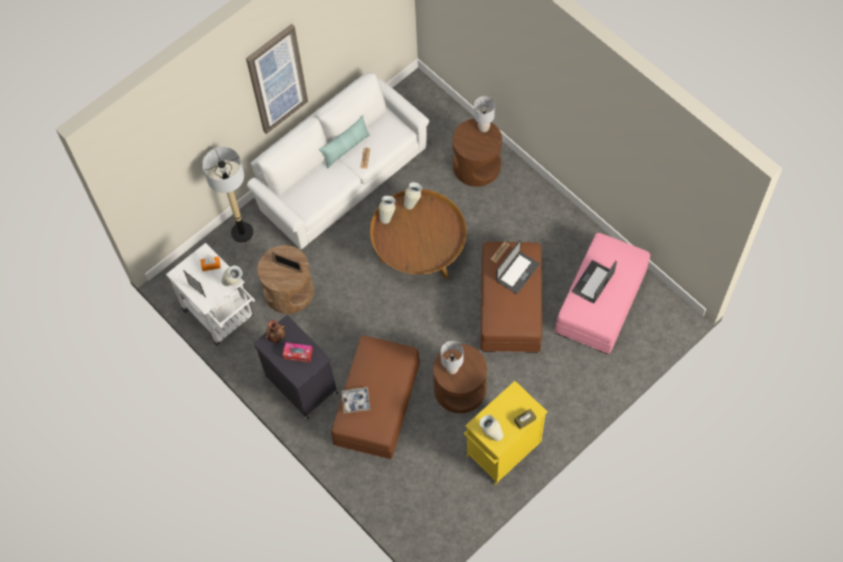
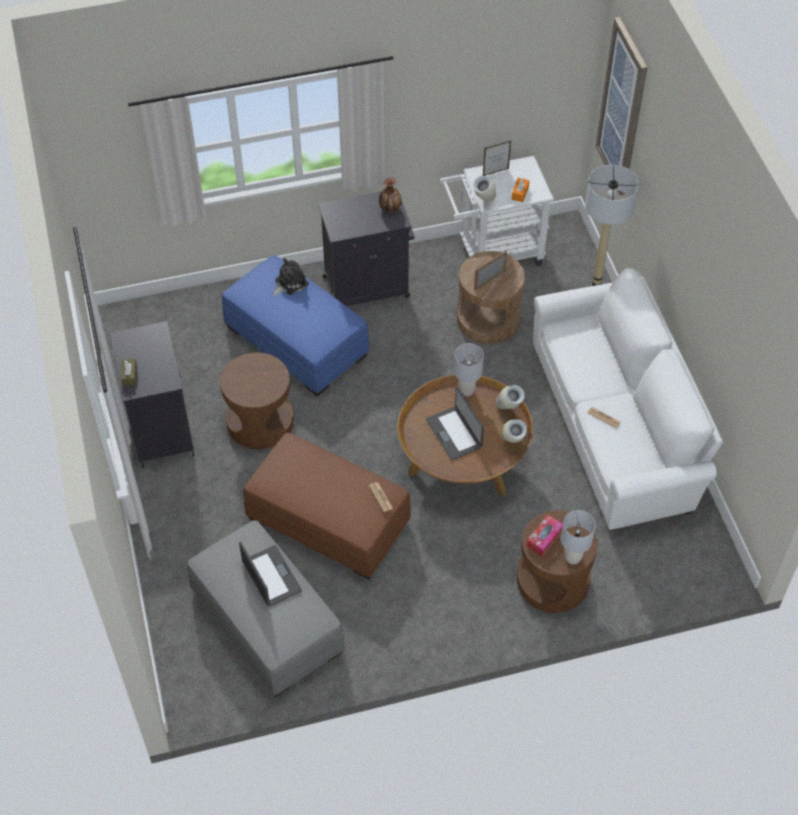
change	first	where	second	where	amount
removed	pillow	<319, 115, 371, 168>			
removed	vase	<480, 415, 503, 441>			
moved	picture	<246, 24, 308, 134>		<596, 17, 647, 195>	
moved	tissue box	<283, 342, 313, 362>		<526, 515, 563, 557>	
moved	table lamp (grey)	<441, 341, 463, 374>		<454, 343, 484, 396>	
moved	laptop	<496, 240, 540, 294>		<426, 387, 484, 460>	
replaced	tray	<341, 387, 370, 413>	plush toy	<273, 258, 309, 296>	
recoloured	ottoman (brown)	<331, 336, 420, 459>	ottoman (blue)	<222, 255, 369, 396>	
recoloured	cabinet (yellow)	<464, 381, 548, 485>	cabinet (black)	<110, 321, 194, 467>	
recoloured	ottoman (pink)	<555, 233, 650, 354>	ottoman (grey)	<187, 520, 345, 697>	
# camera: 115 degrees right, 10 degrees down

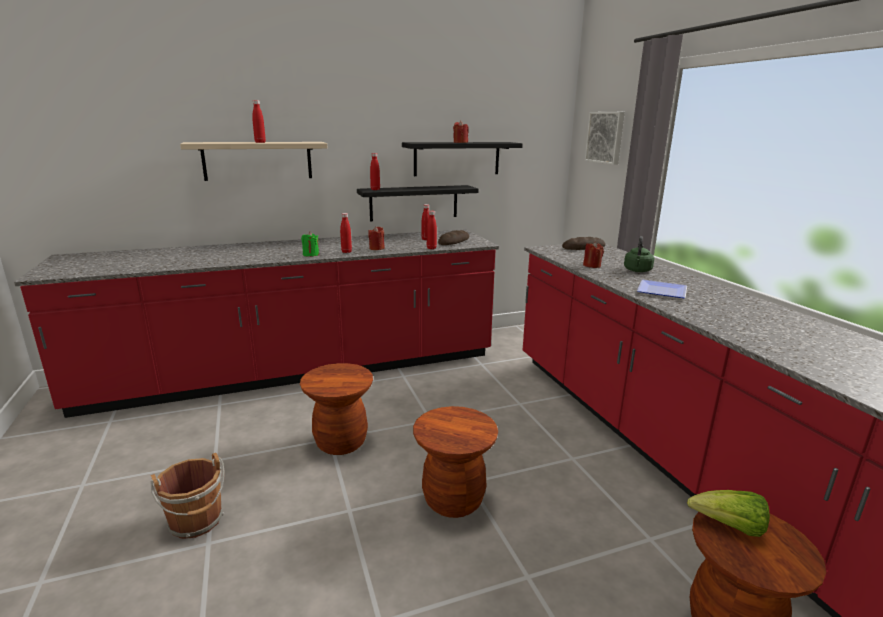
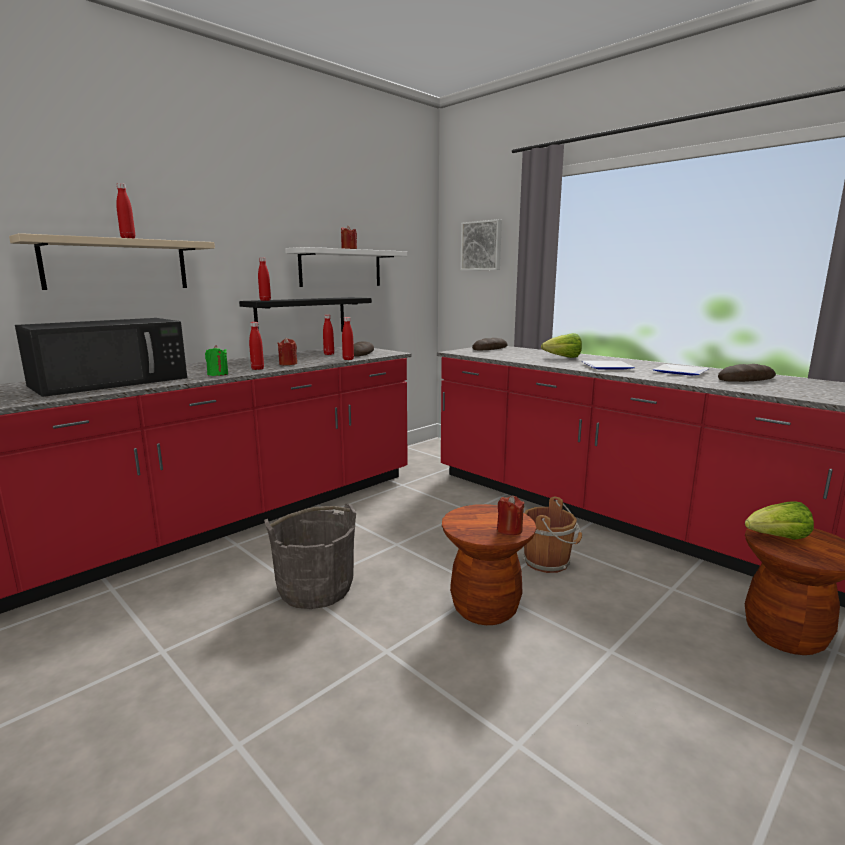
change	first	where	second	where	amount
added			microwave (black)	<15, 318, 187, 397>	
added			plate	<652, 364, 709, 375>	
added			bread	<718, 364, 776, 382>	
moved	bucket (brown)	<150, 453, 224, 539>		<523, 497, 582, 573>	
moved	candle (red)	<583, 241, 604, 268>		<497, 495, 525, 535>	
replaced	stool (brown)	<300, 363, 373, 455>	bucket (grey)	<264, 504, 356, 609>	
replaced	kettle (green)	<624, 236, 654, 272>	lettuce	<541, 333, 582, 358>	
recoloured	shelf (black)	<402, 142, 523, 176>	shelf (white)	<285, 247, 407, 287>	
# camera: 25 degrees left, 5 degrees down

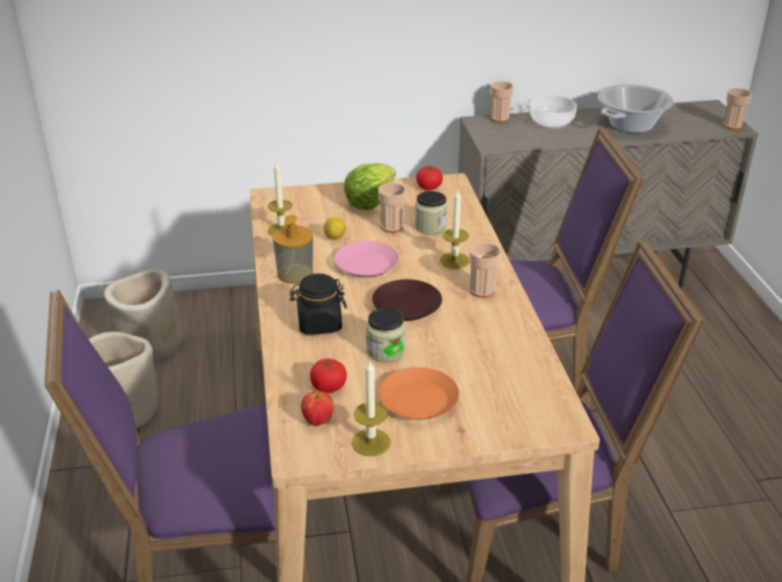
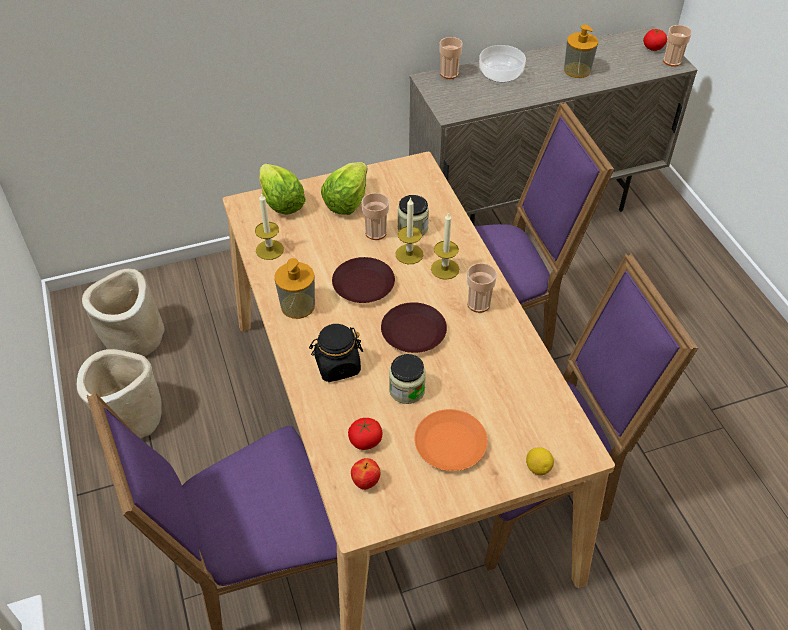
change	first	where	second	where	amount
added			lettuce	<259, 164, 306, 215>	
moved	lemon	<324, 217, 346, 240>		<526, 447, 554, 475>	
moved	candle	<352, 361, 391, 456>		<396, 197, 424, 264>	
moved	tomato	<416, 166, 443, 190>		<643, 29, 667, 51>	
replaced	cooking pot	<598, 84, 674, 133>	soap dispenser	<564, 25, 598, 78>	
recoloured	plate (pink)	<334, 241, 399, 278>	plate (brown)	<332, 257, 395, 303>	
# camera: 10 degrees left, 15 degrees up

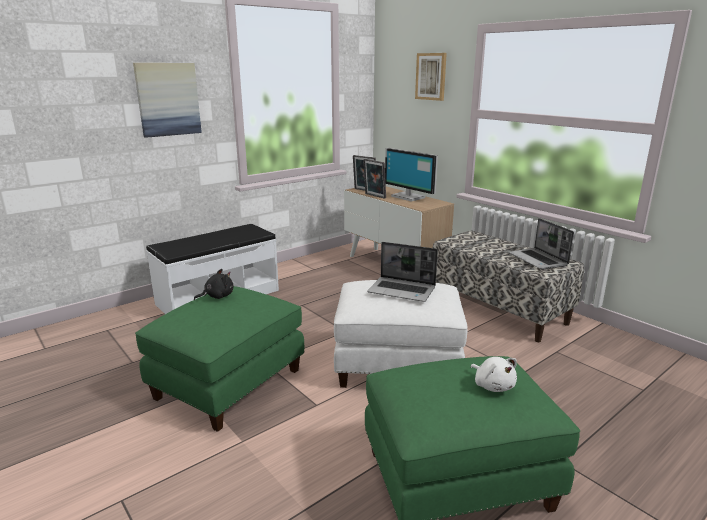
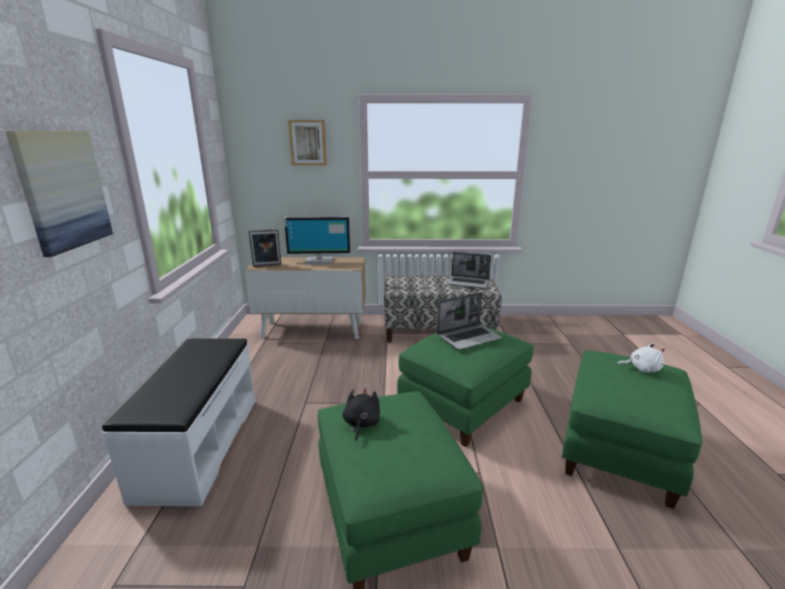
change	first	where	second	where	amount
removed	picture frame	<363, 159, 386, 199>			
recoloured	ottoman (white)	<334, 280, 468, 388>	ottoman (green)	<397, 327, 533, 447>	
# camera: 50 degrees left, 0 degrees up

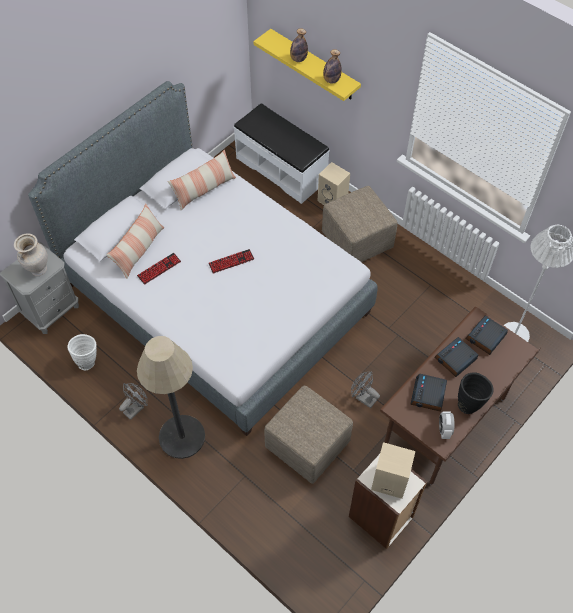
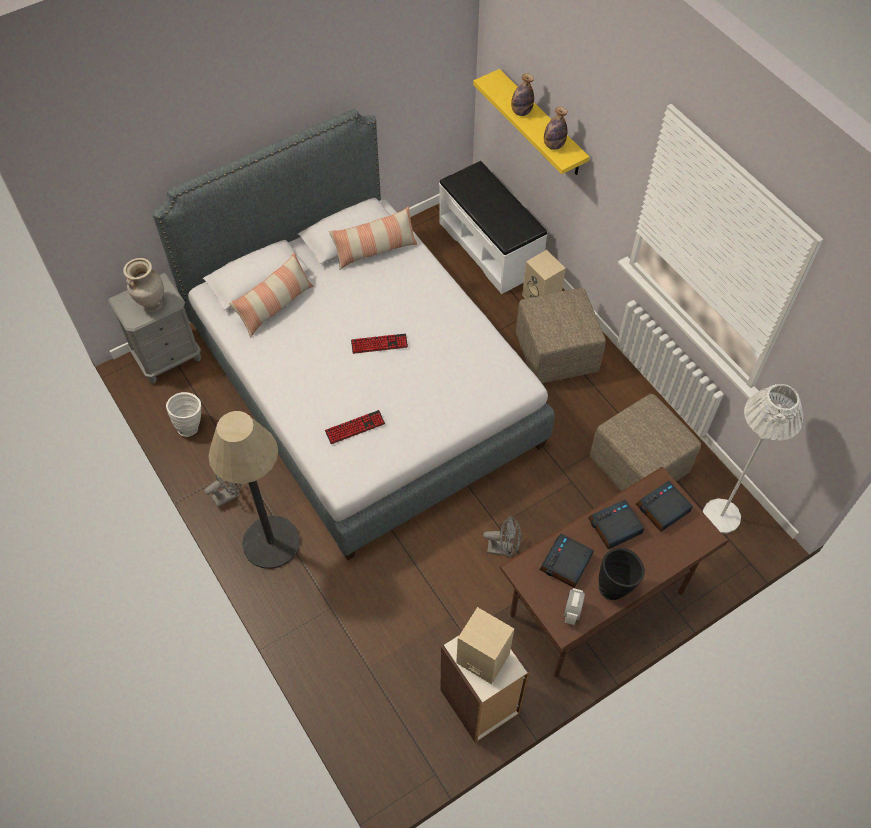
change	first	where	second	where	amount
moved	keyboard	<137, 253, 181, 285>		<325, 410, 385, 444>	
moved	ottoman (beige)	<264, 386, 353, 484>		<590, 394, 701, 492>	
turned	fan (grey)	<351, 372, 380, 408>		<483, 515, 521, 557>	135 degrees clockwise
# camera: 15 degrees right, 0 degrees up

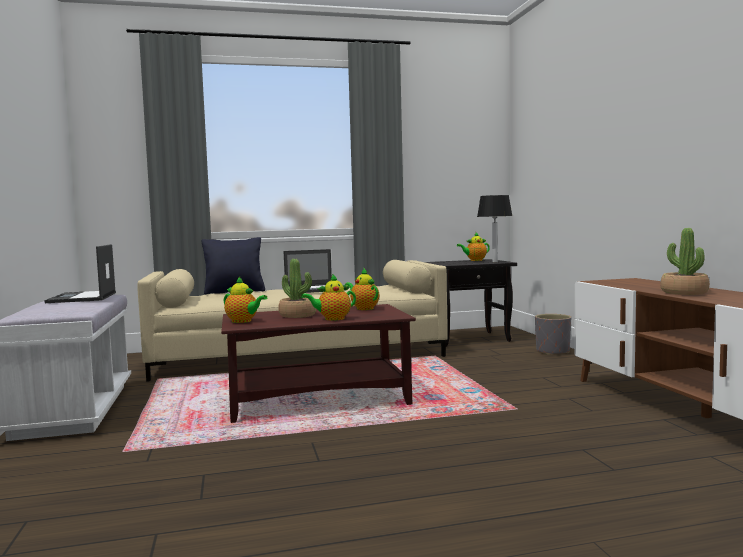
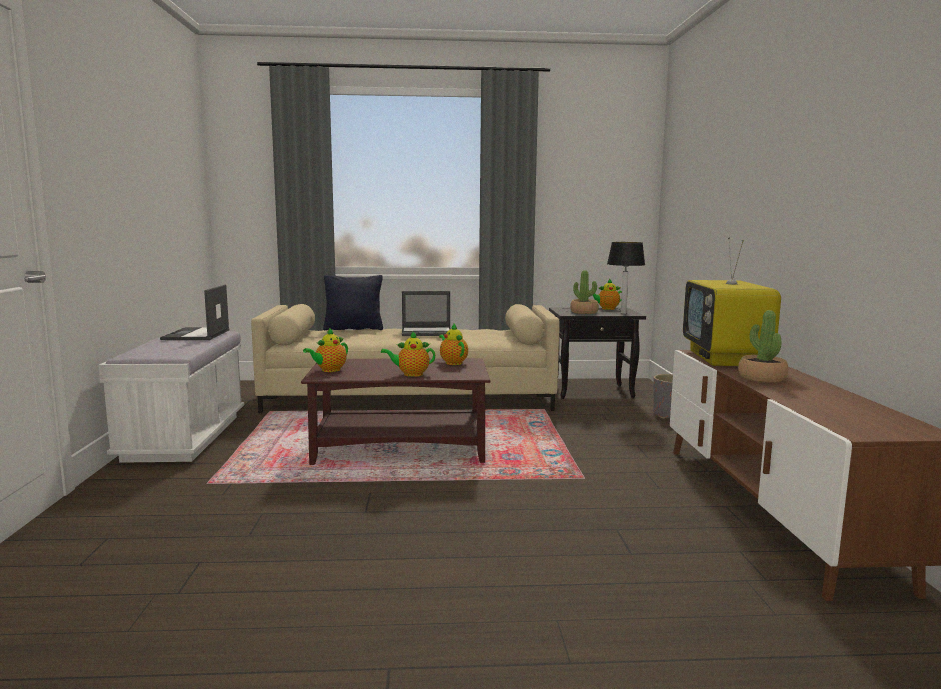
change	first	where	second	where	amount
added			television	<683, 237, 781, 366>	
moved	potted plant	<278, 259, 317, 318>		<570, 270, 599, 314>	
turned	teapot	<224, 277, 267, 323>		<303, 328, 348, 372>	90 degrees clockwise
# camera: 10 degrees right, 5 degrees up

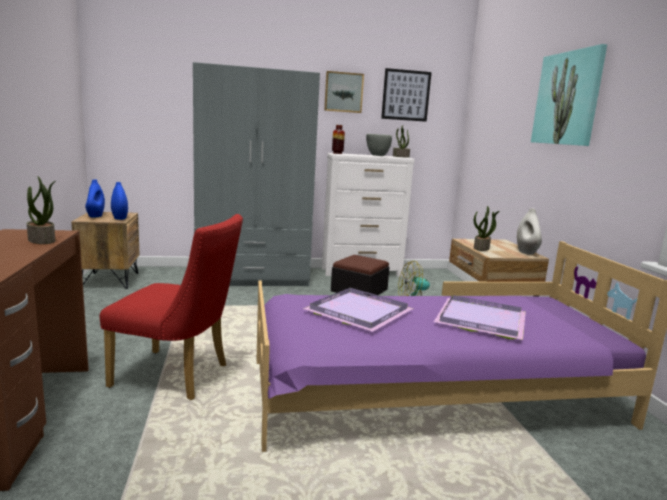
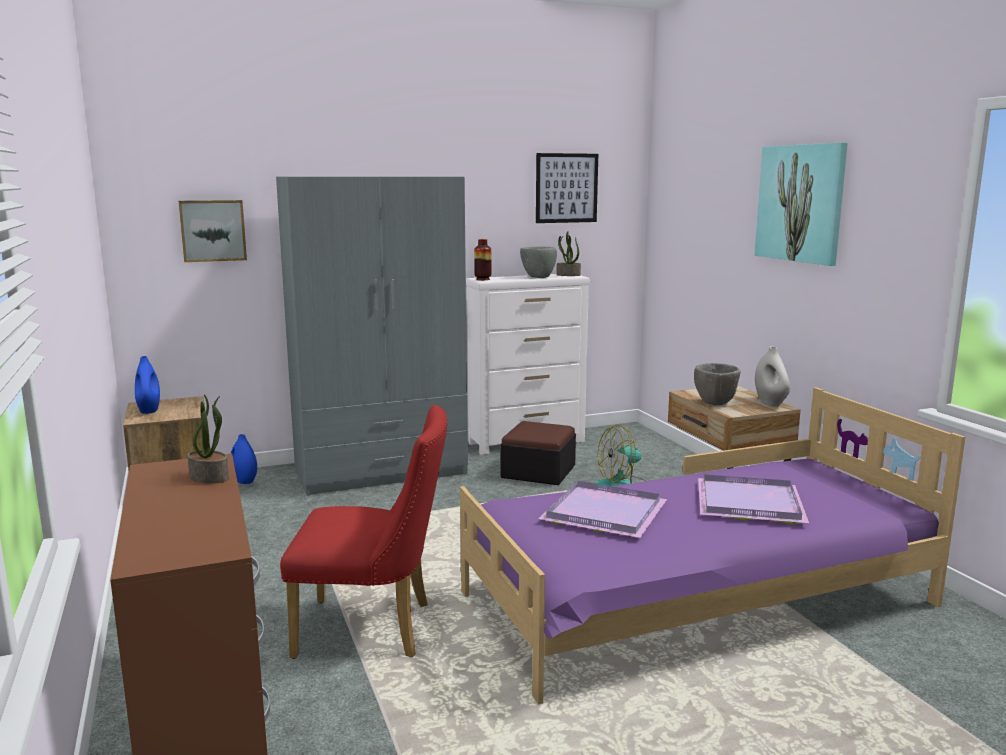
change	first	where	second	where	amount
moved	vase (blue)	<111, 182, 128, 220>		<231, 434, 257, 484>	
moved	picture	<324, 71, 364, 113>		<179, 200, 247, 262>	
replaced	potted plant	<474, 206, 500, 251>	bowl (grey)	<694, 363, 741, 406>	
# camera: 10 degrees left, 0 degrees up

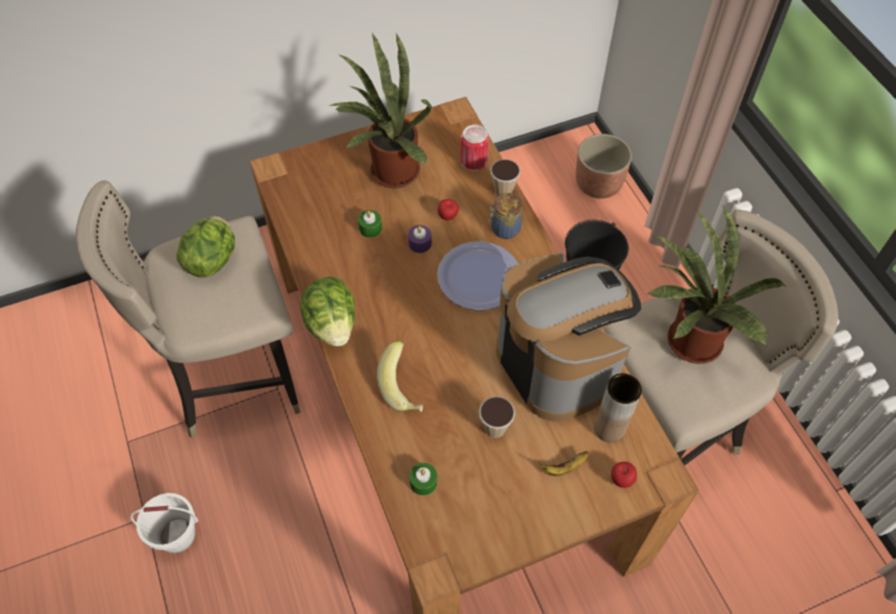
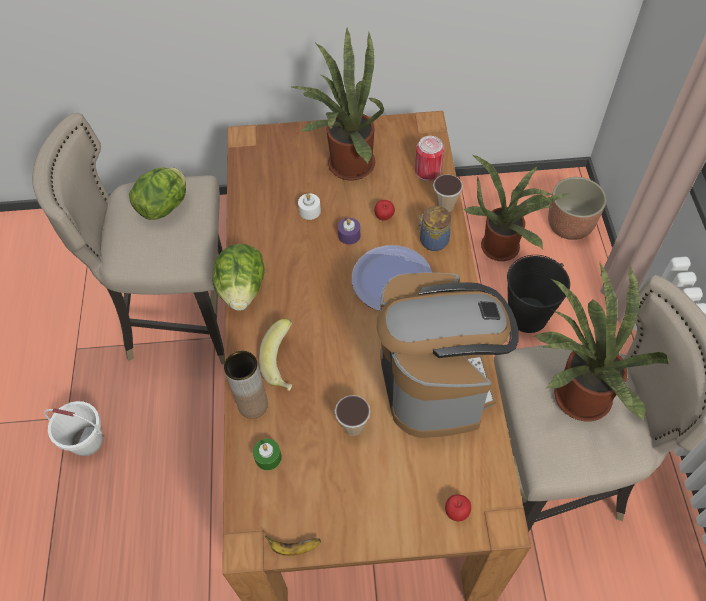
change	first	where	second	where	amount
added			potted plant	<463, 154, 567, 261>	
moved	banana	<538, 451, 589, 476>		<265, 536, 321, 556>	
moved	vase (brown)	<594, 373, 642, 443>		<224, 351, 268, 418>	
recoloured	candle (green)	<358, 210, 382, 238>	candle (white)	<298, 194, 321, 220>	
# camera: 20 degrees right, 0 degrees up

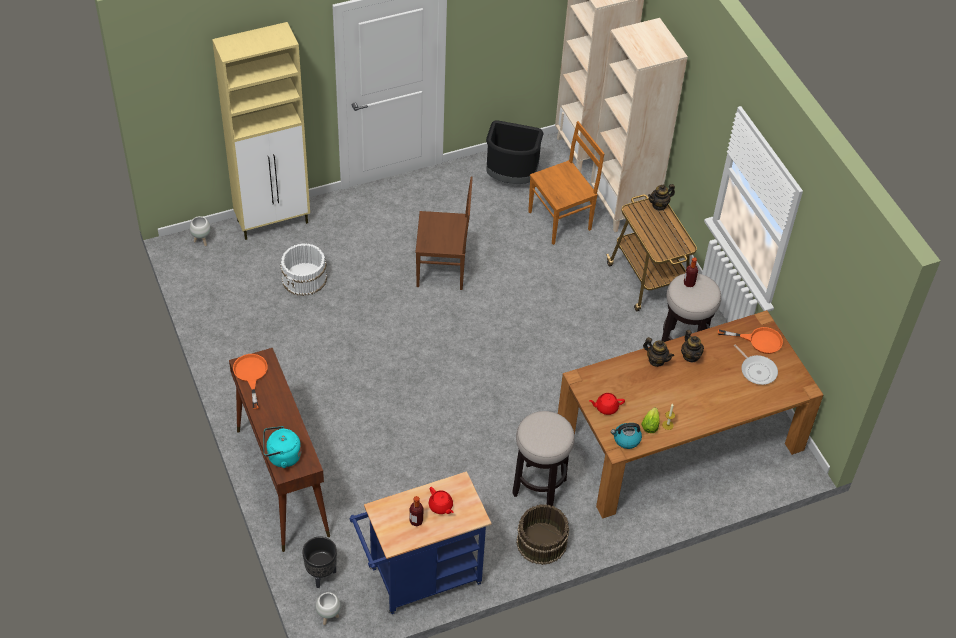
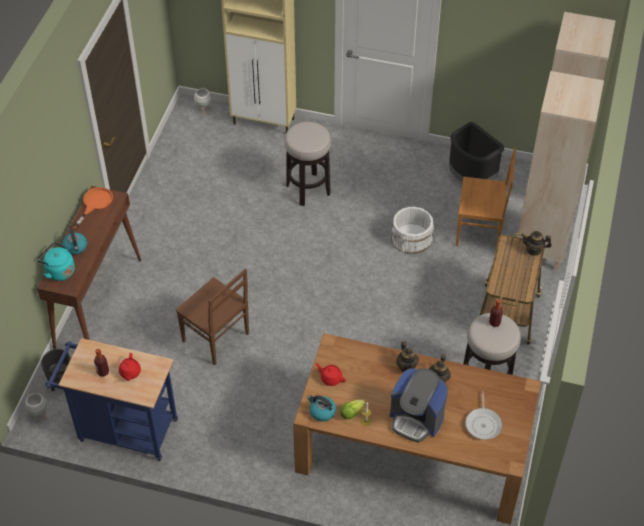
change	first	where	second	where	amount
removed	bucket (brown)	<516, 504, 569, 565>			
removed	frying pan (orange)	<718, 327, 783, 354>			
added			kettle	<62, 228, 87, 255>	
added			coffee machine	<390, 368, 448, 442>	
moved	bucket (white)	<280, 243, 327, 296>		<391, 207, 434, 254>	
moved	chair (brown)	<415, 176, 473, 290>		<176, 268, 249, 365>	
moved	stool	<512, 411, 575, 506>		<284, 122, 331, 206>	
# camera: 40 degrees right, 0 degrees up

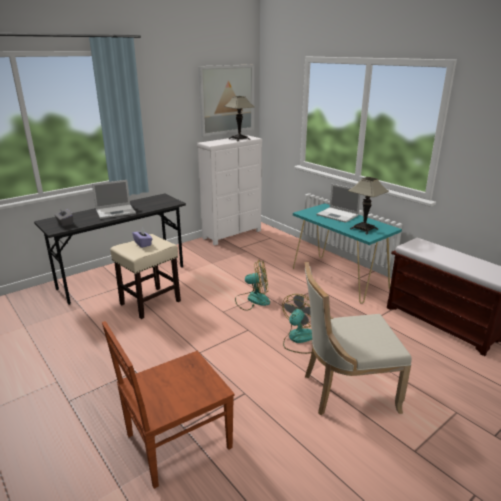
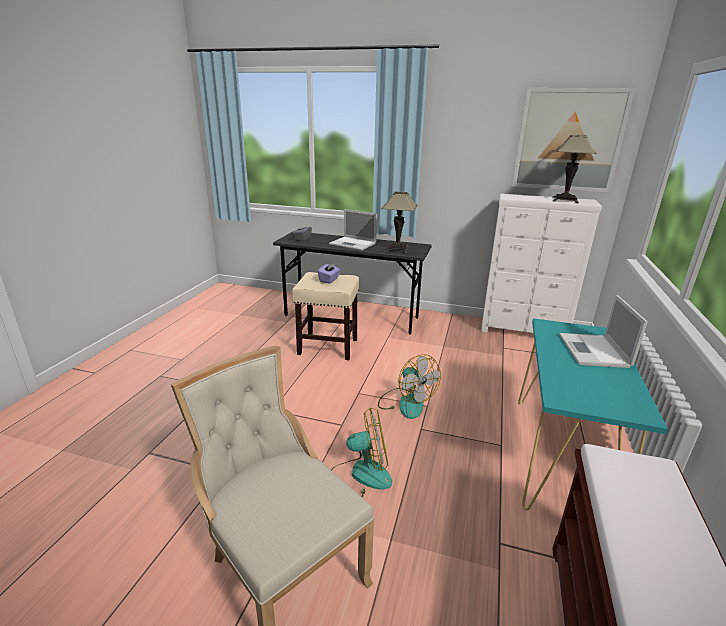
change	first	where	second	where	amount
removed	chair (brown)	<102, 321, 235, 489>			
moved	table lamp	<348, 177, 389, 234>		<381, 192, 418, 254>	
# camera: 55 degrees right, 0 degrees up

